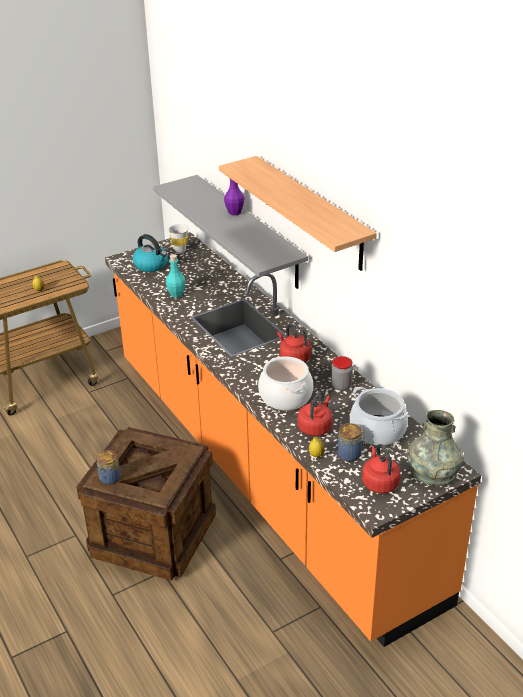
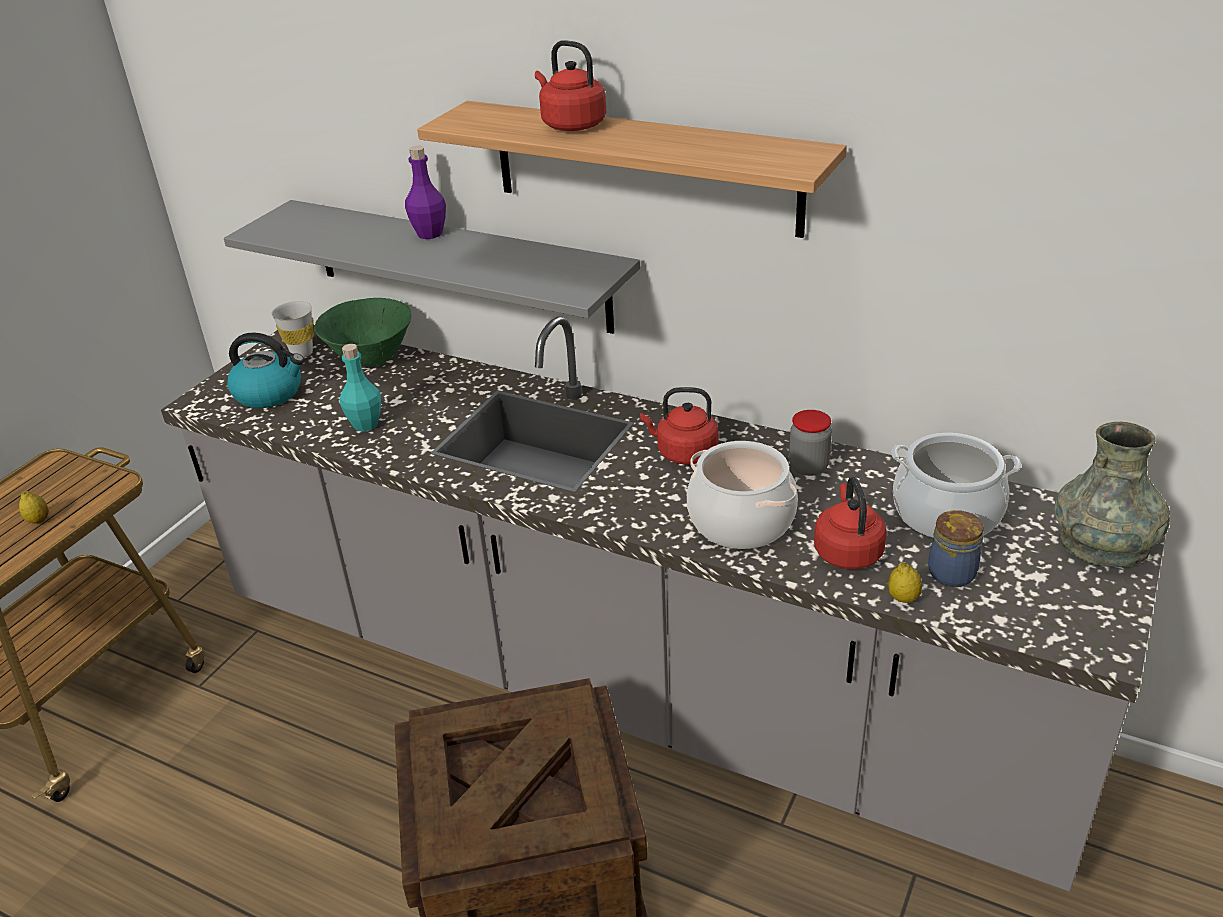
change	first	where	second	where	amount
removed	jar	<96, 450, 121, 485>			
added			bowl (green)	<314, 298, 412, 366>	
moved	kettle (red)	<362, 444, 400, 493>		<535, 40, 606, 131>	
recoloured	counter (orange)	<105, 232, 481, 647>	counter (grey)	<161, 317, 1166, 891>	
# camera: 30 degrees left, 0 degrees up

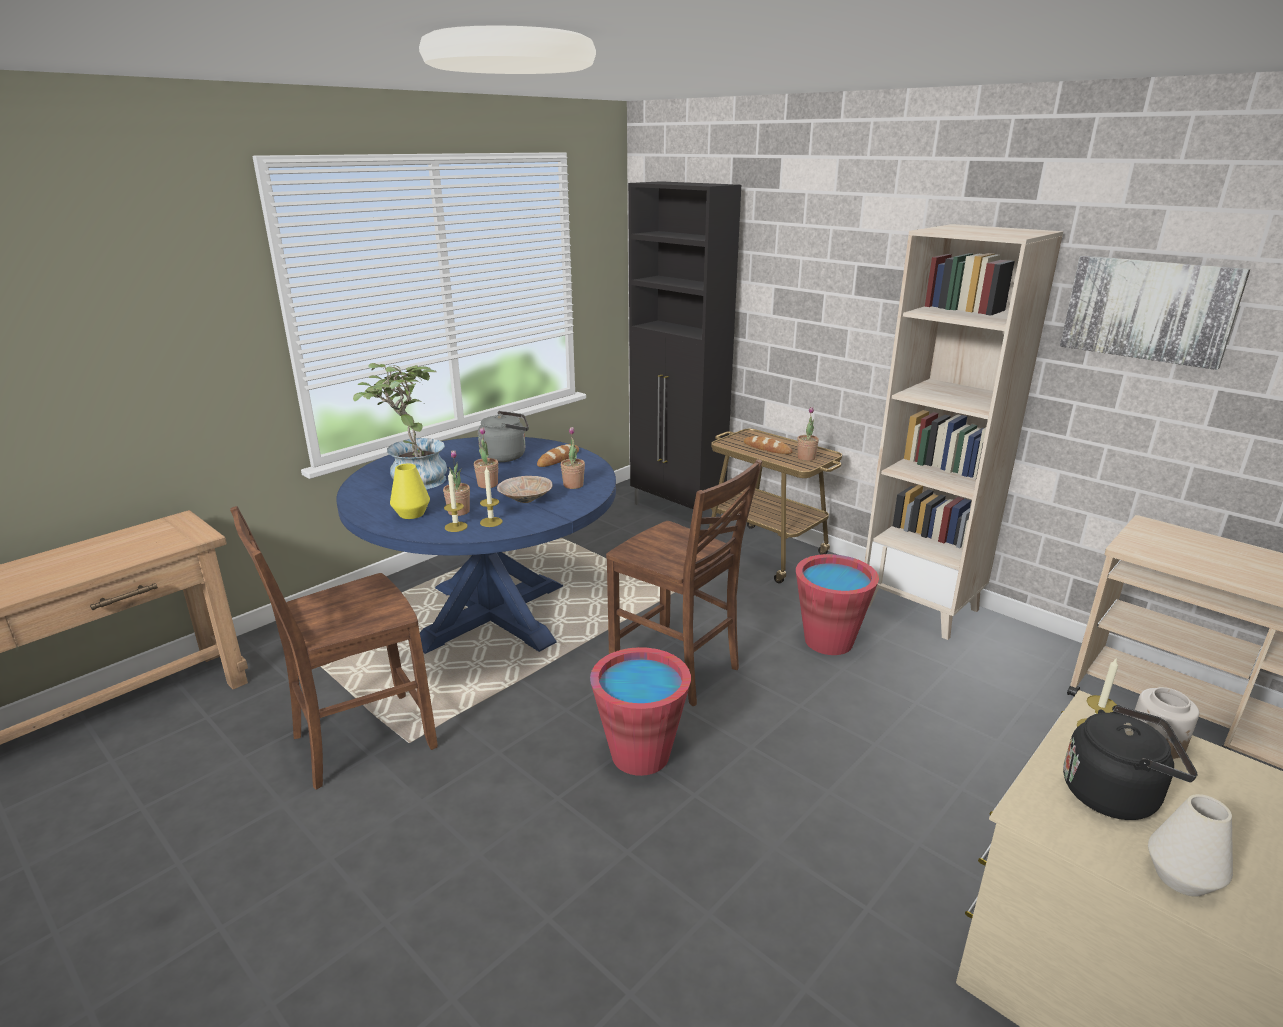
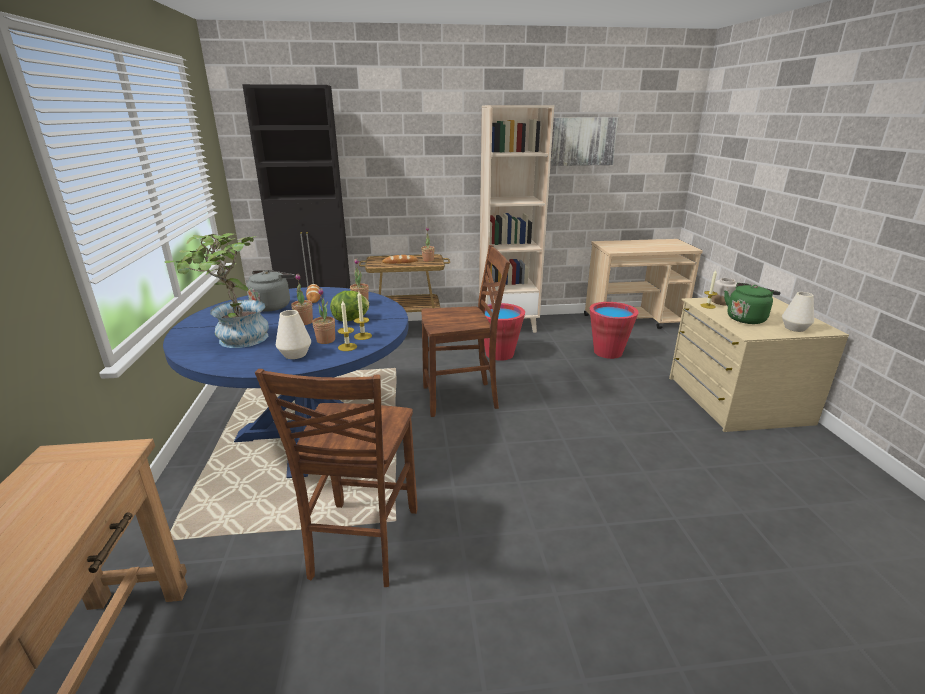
change	first	where	second	where	amount
moved	bucket (red)	<590, 647, 691, 776>		<589, 302, 639, 359>	
replaced	bowl (beige)	<497, 476, 553, 503>	lettuce	<330, 291, 369, 321>	
recoloured	vase (yellow)	<390, 464, 430, 519>	vase (white)	<276, 310, 311, 359>	
recoloured	kettle (black)	<1063, 705, 1198, 820>	kettle (green)	<724, 283, 781, 324>	
# camera: 50 degrees left, 0 degrees up

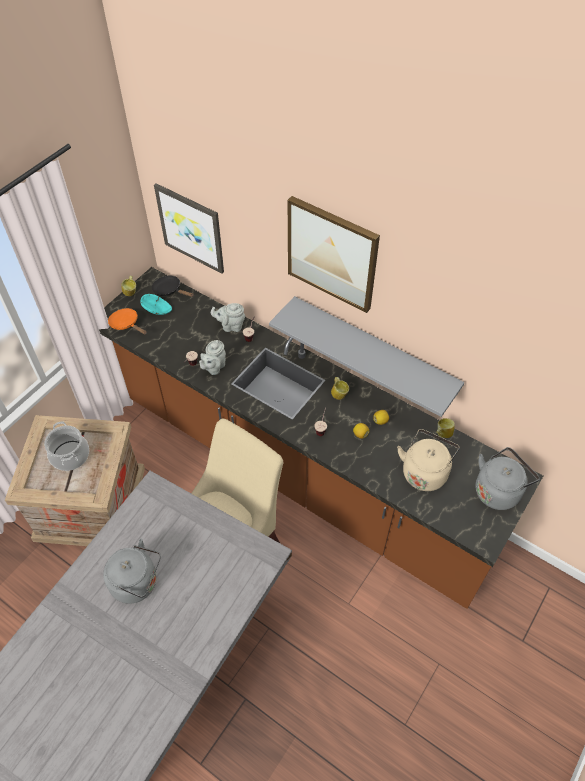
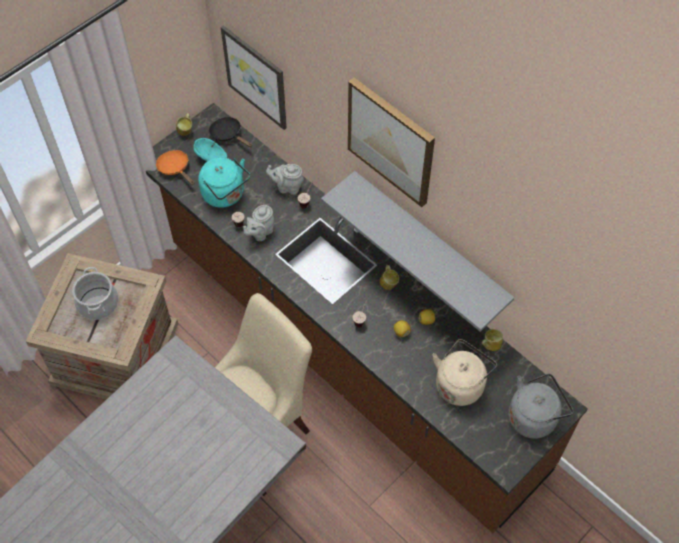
change	first	where	second	where	amount
removed	kettle (grey)	<103, 538, 161, 604>			
added			kettle (turquoise)	<198, 157, 250, 208>	
# camera: 10 degrees right, 5 degrees up

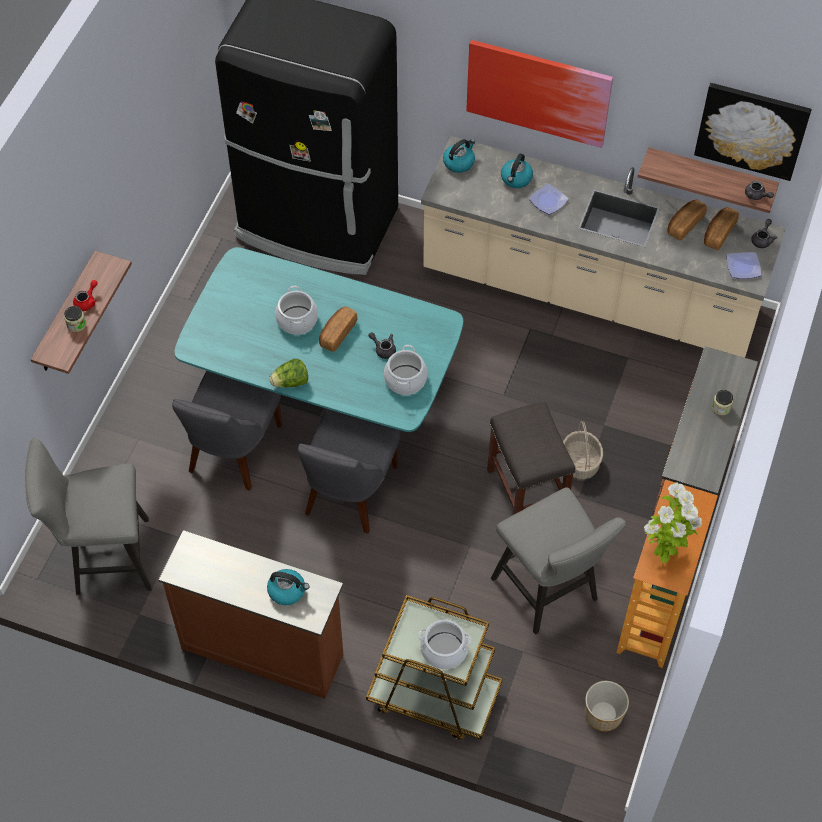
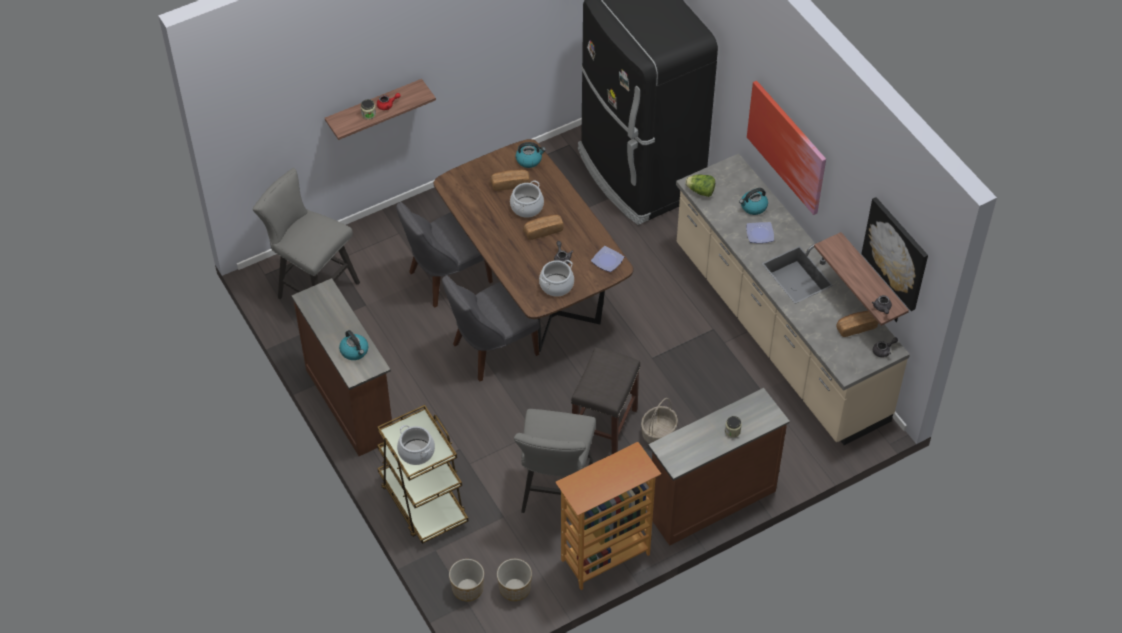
change	first	where	second	where	amount
removed	potted plant	<644, 482, 702, 563>			
added			planter	<449, 559, 484, 601>	
moved	lettuce	<269, 359, 308, 387>		<685, 175, 715, 197>	
moved	kettle	<443, 139, 475, 173>		<516, 142, 546, 168>	
moved	bread	<668, 200, 707, 241>		<490, 169, 530, 191>	
moved	plate	<727, 252, 761, 279>		<591, 246, 624, 272>	
recoloured	dining table (turquoise)	<174, 247, 463, 432>	dining table (brown)	<434, 139, 634, 352>	
# camera: 40 degrees right, 5 degrees down

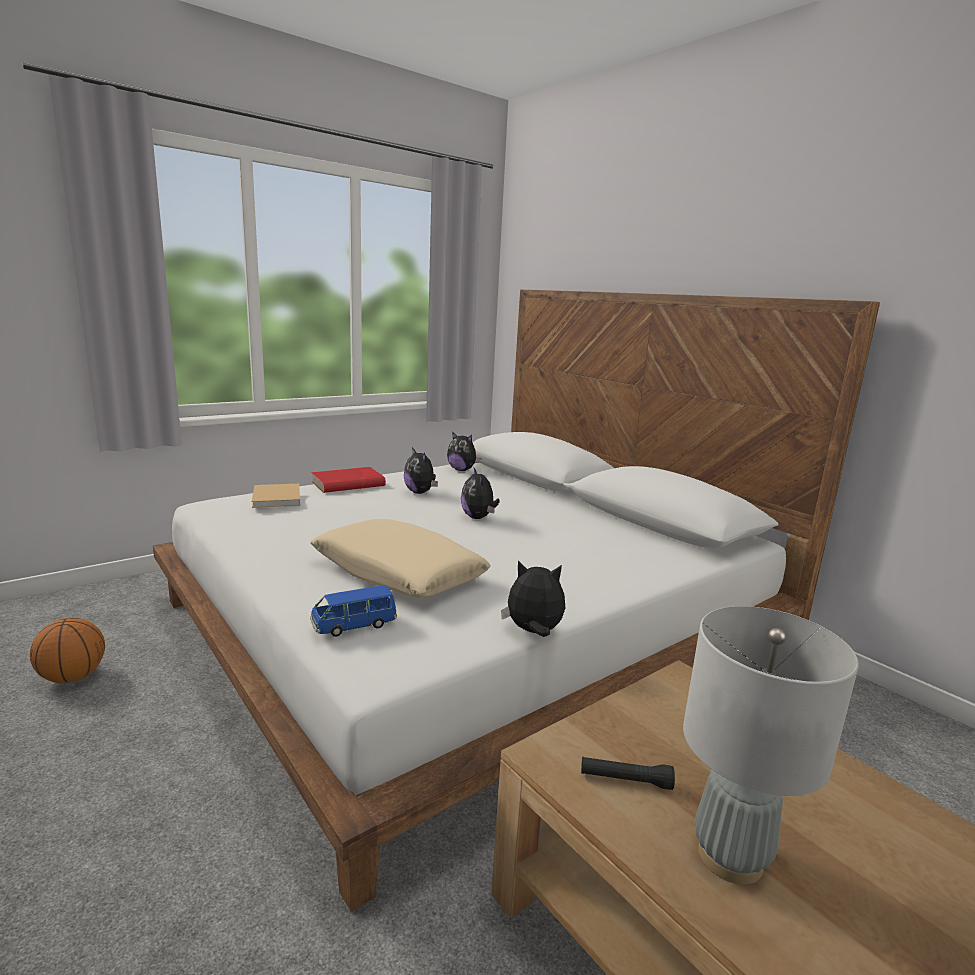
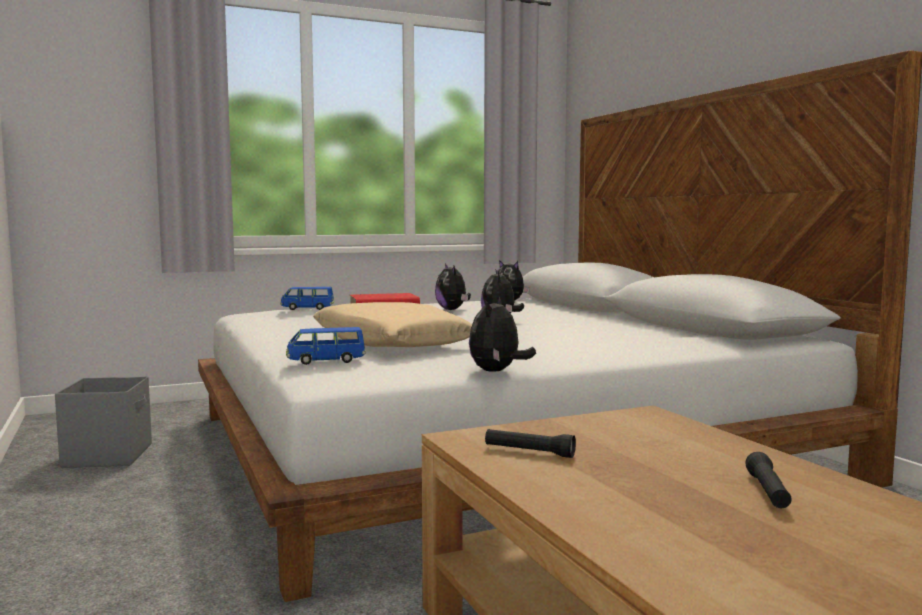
change	first	where	second	where	amount
removed	table lamp (grey)	<683, 606, 859, 885>			
added			flashlight (black)	<745, 452, 792, 508>	
replaced	basketball	<30, 617, 105, 683>	storage box (grey)	<55, 377, 152, 468>	
replaced	book (beige)	<252, 484, 300, 508>	toy car (blue)	<280, 287, 334, 310>	
turned	plush toy	<501, 561, 565, 637>		<469, 296, 536, 372>	90 degrees counterclockwise
# camera: 15 degrees right, 10 degrees down

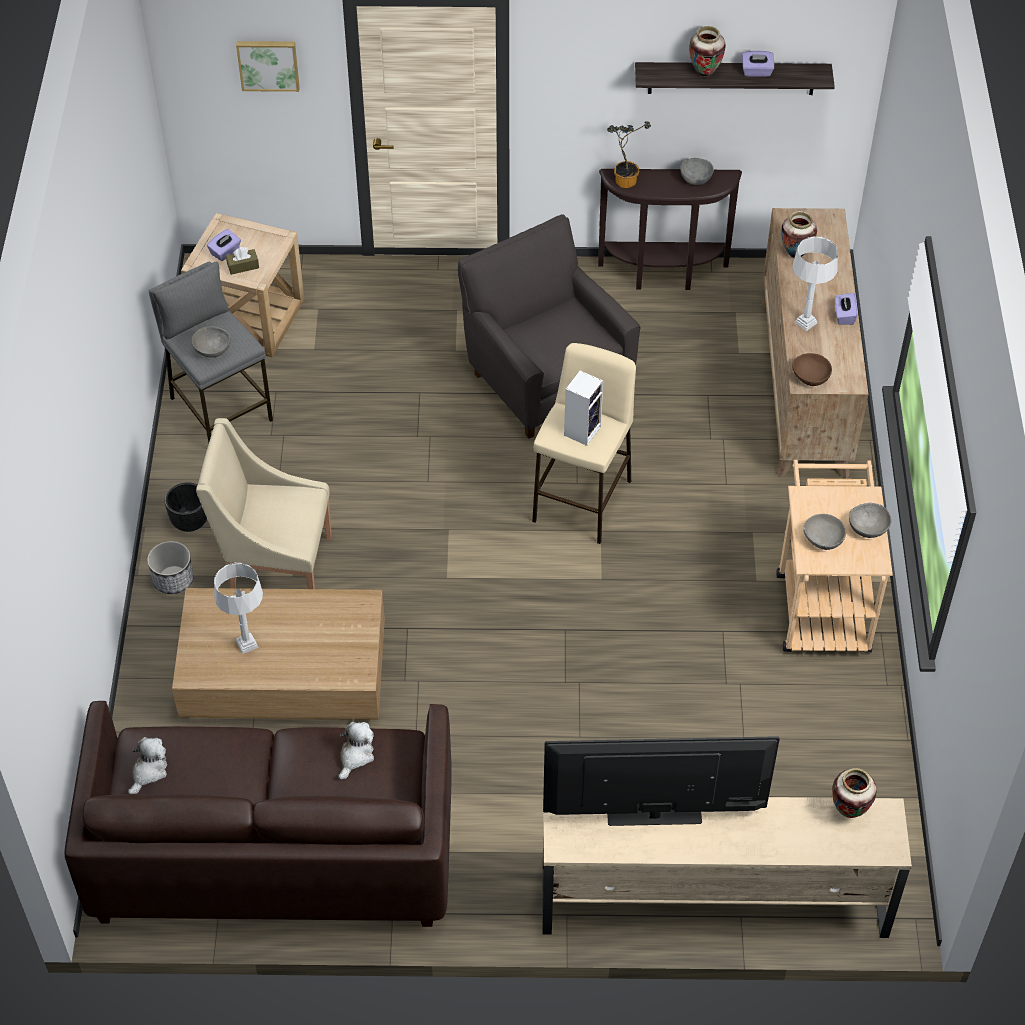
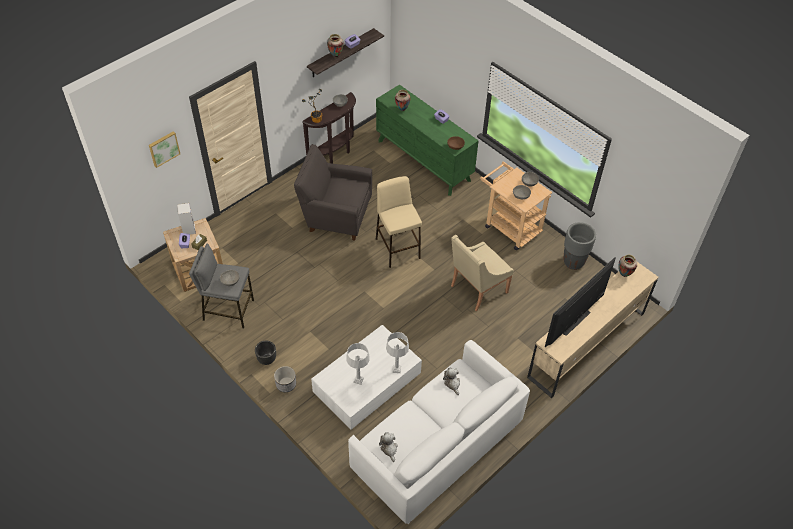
change	first	where	second	where	amount
added			planter (grey)	<563, 222, 596, 270>	
moved	armchair (beige)	<196, 418, 332, 589>		<451, 235, 514, 311>	
moved	speaker	<564, 371, 603, 446>		<177, 203, 196, 235>	
moved	table lamp (grey)	<793, 237, 838, 331>		<386, 332, 409, 373>	
recoloured	sofa (brown)	<65, 701, 452, 927>	sofa (white)	<348, 340, 530, 524>	
recoloured	coffee table (brown)	<172, 588, 385, 720>	coffee table (white)	<311, 325, 422, 430>	
recoloured	dresser (brown)	<761, 208, 869, 479>	dresser (green)	<376, 84, 479, 196>	
# camera: 45 degrees left, 0 degrees up

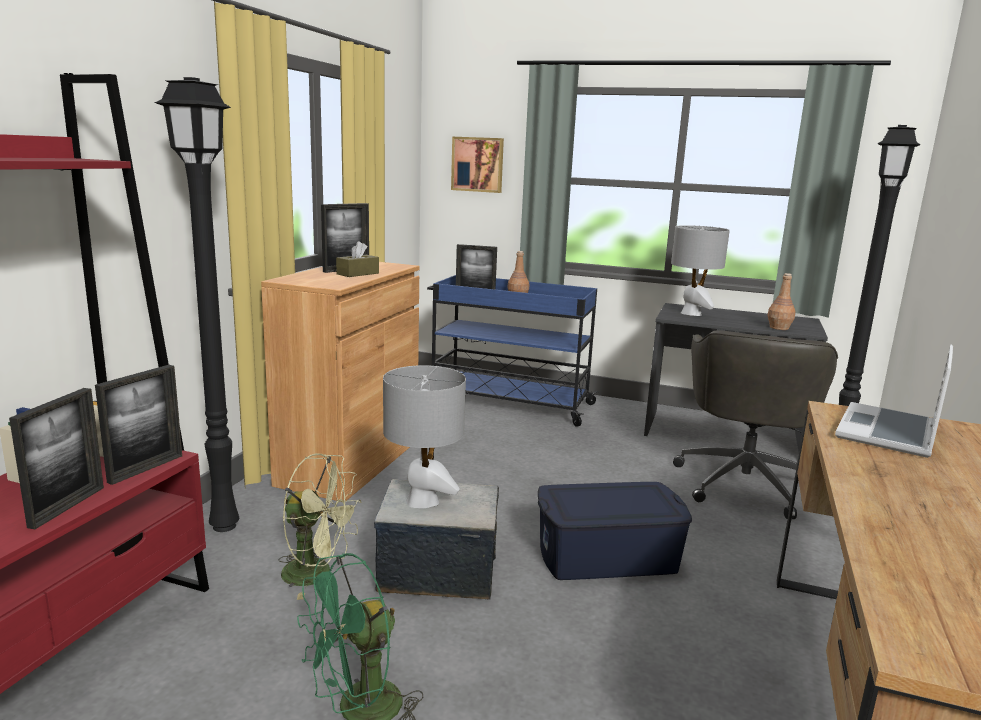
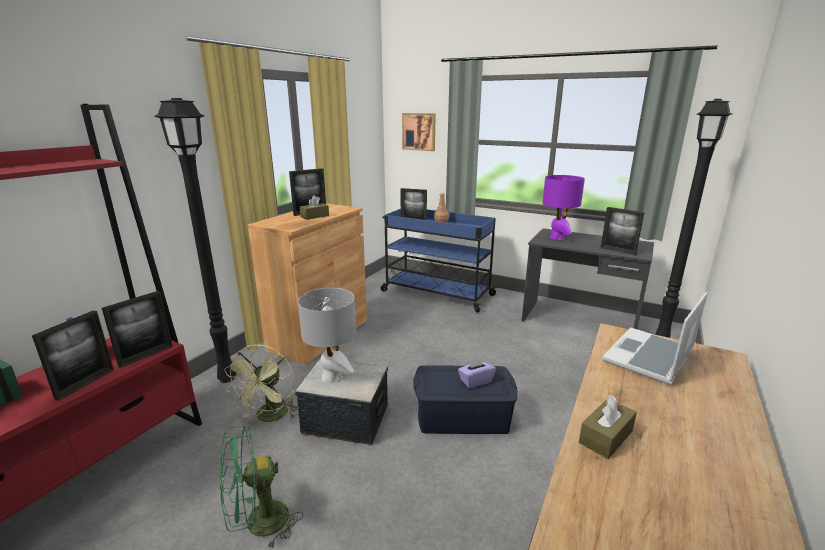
change	first	where	second	where	amount
removed	office chair (grey)	<673, 330, 838, 519>			
added			tissue box (purple)	<458, 357, 496, 388>	
added			tissue box (brown)	<579, 395, 637, 459>	
replaced	bottle (brown)	<767, 273, 796, 330>	picture frame	<600, 207, 645, 255>	
recoloured	table lamp (grey)	<671, 225, 730, 316>	table lamp (purple)	<542, 175, 585, 240>	
turned	fan (green)	<279, 453, 362, 600>		<224, 344, 298, 422>	75 degrees clockwise
# camera: 10 degrees right, 5 degrees up

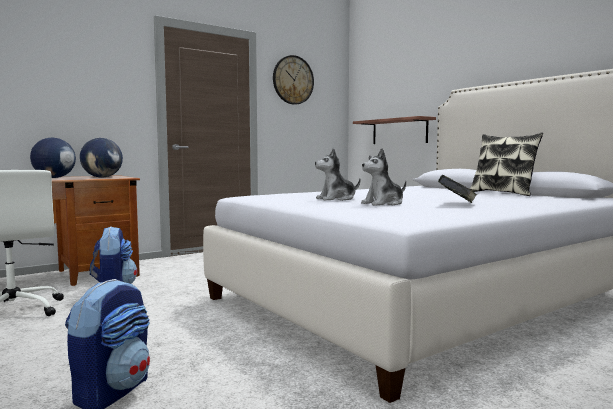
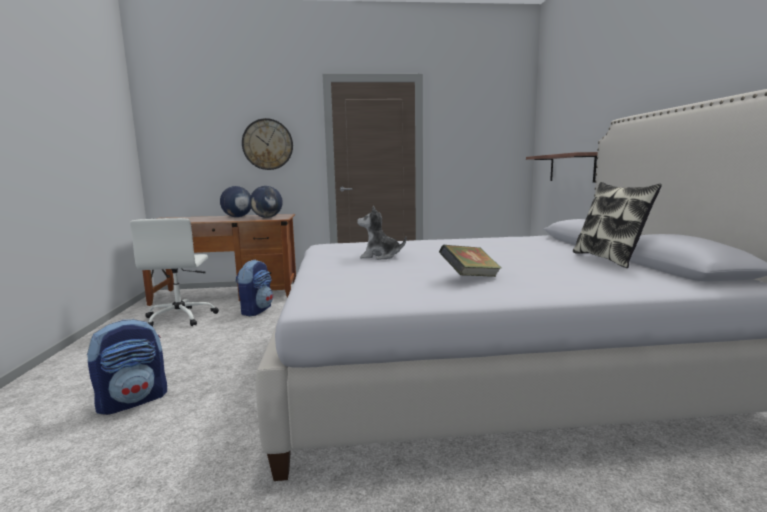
change	first	where	second	where	amount
removed	plush toy	<361, 148, 406, 206>			
moved	wall clock	<273, 55, 314, 105>		<242, 118, 293, 170>	
# camera: 30 degrees right, 5 degrees up

